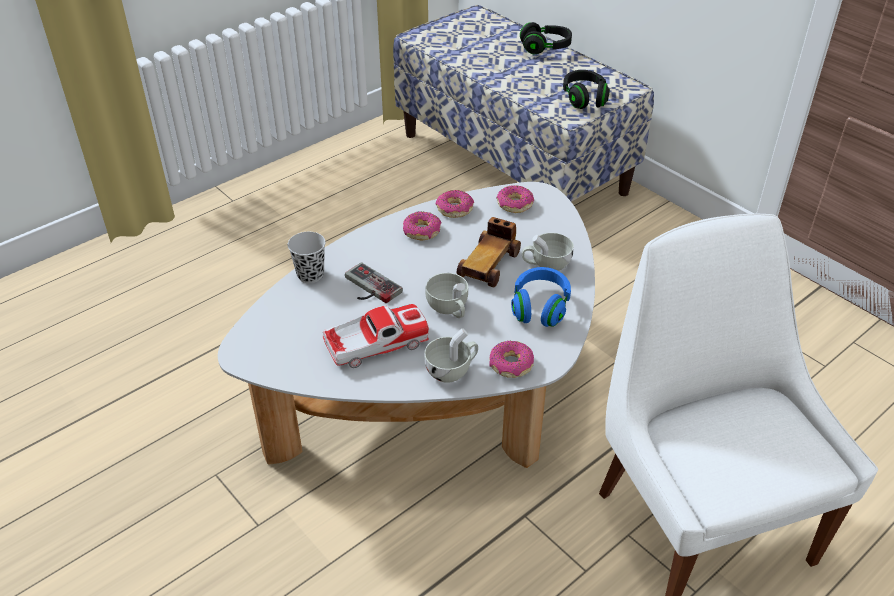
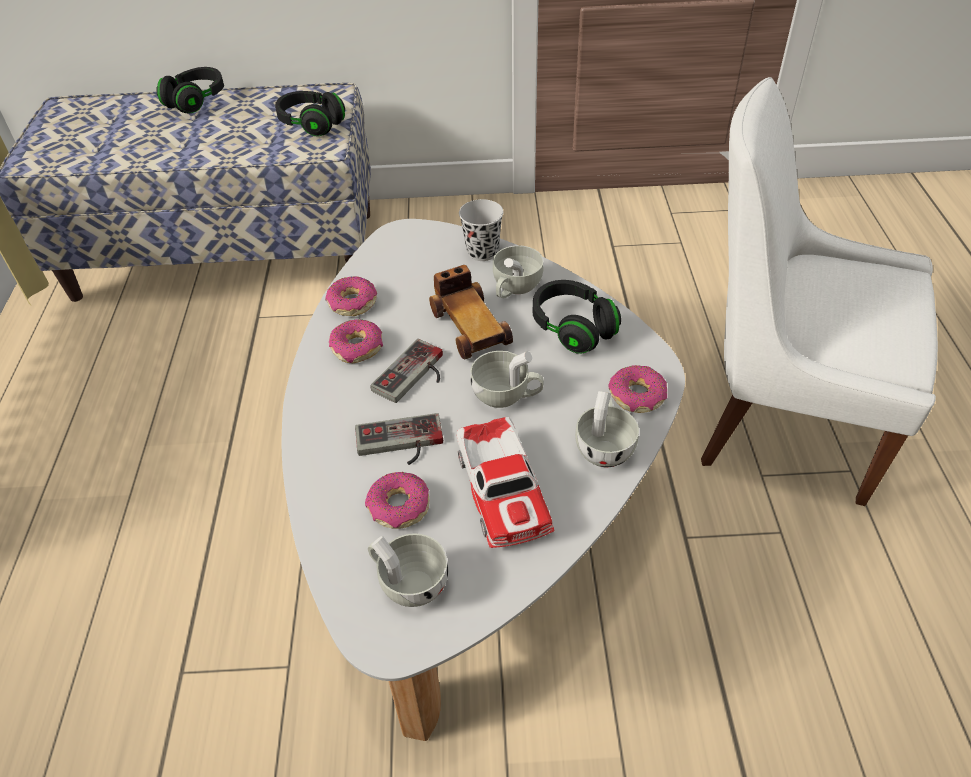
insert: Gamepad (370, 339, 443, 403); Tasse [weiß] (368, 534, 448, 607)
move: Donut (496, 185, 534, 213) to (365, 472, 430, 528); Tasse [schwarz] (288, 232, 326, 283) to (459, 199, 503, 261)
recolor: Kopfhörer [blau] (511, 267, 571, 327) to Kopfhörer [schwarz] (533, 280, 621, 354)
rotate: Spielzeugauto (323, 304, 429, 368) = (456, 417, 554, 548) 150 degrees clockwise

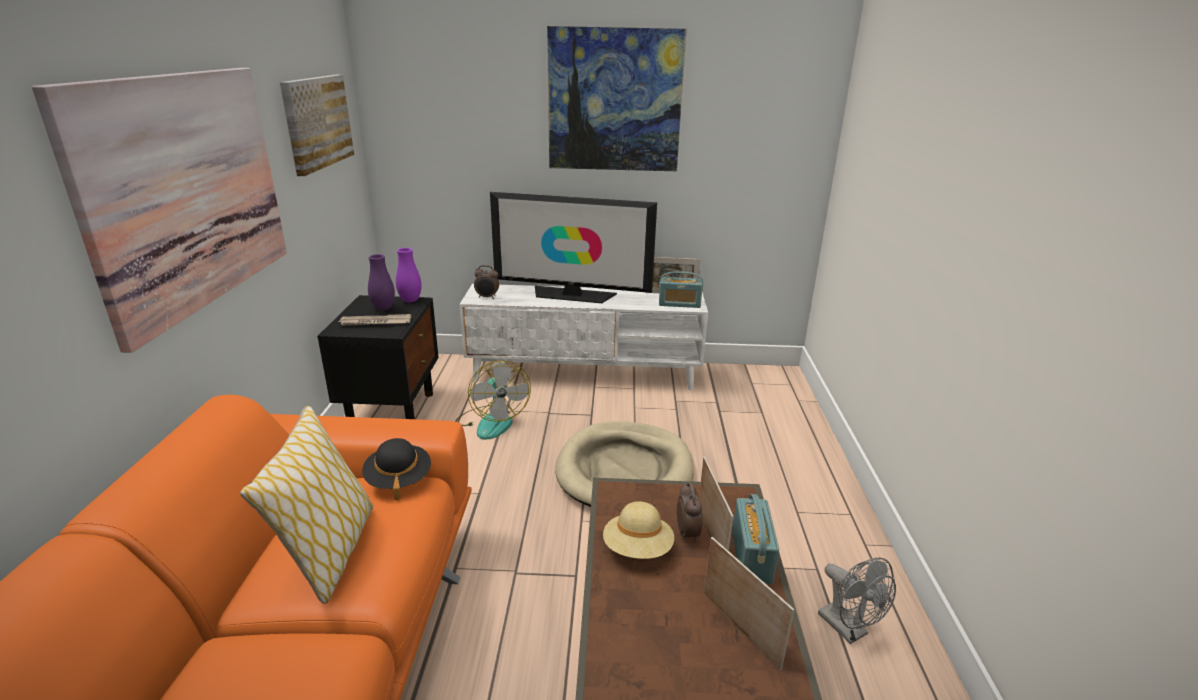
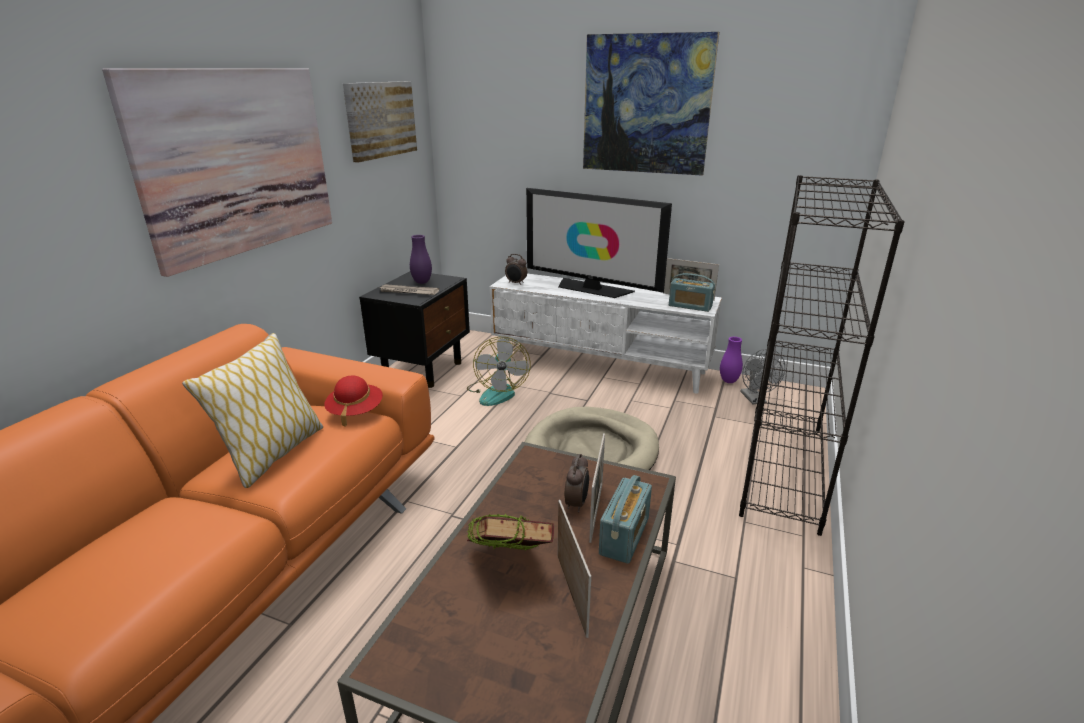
delete: Hut [beige] (603, 501, 674, 559)
insert: Bücherregal [schwarz] (739, 175, 905, 536); Buch (467, 514, 554, 551)
move: Vase [lila] (396, 248, 422, 303) to (720, 337, 743, 383); Ventilator [grau] (818, 558, 896, 644) to (741, 349, 785, 404)
recolor: Hut [schwarz] (362, 438, 431, 501) to Hut [rot] (324, 375, 383, 427)

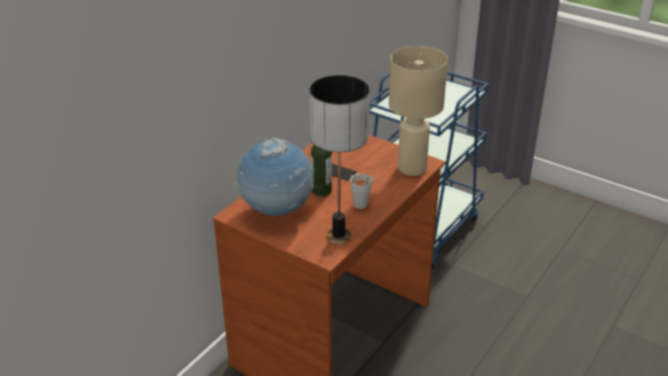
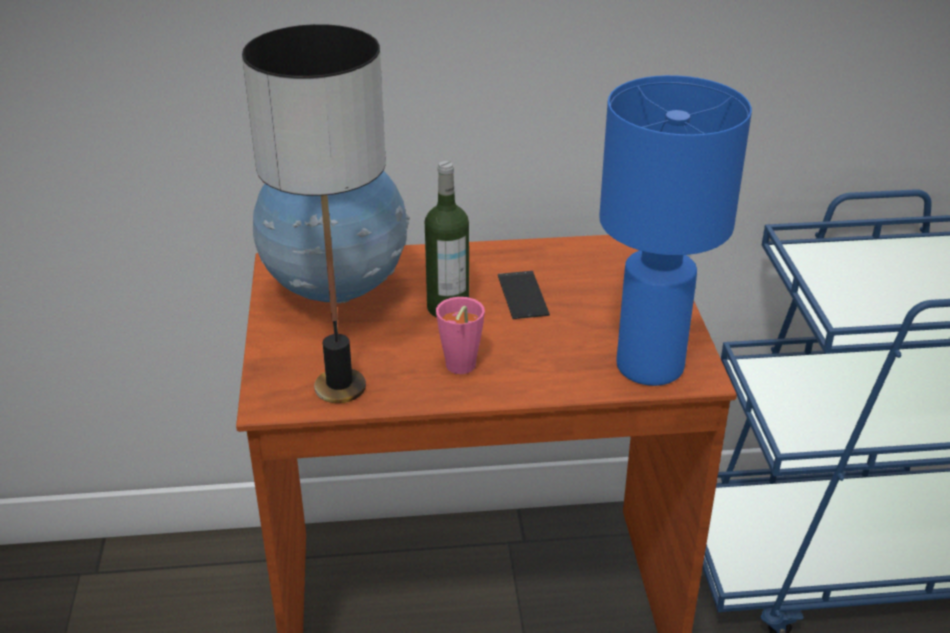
recolor: Tischlampe [beige] (389, 46, 448, 176) to Tischlampe [blau] (599, 75, 752, 386); Tasse [grau] (350, 174, 376, 209) to Tasse [rosa] (436, 297, 485, 374)

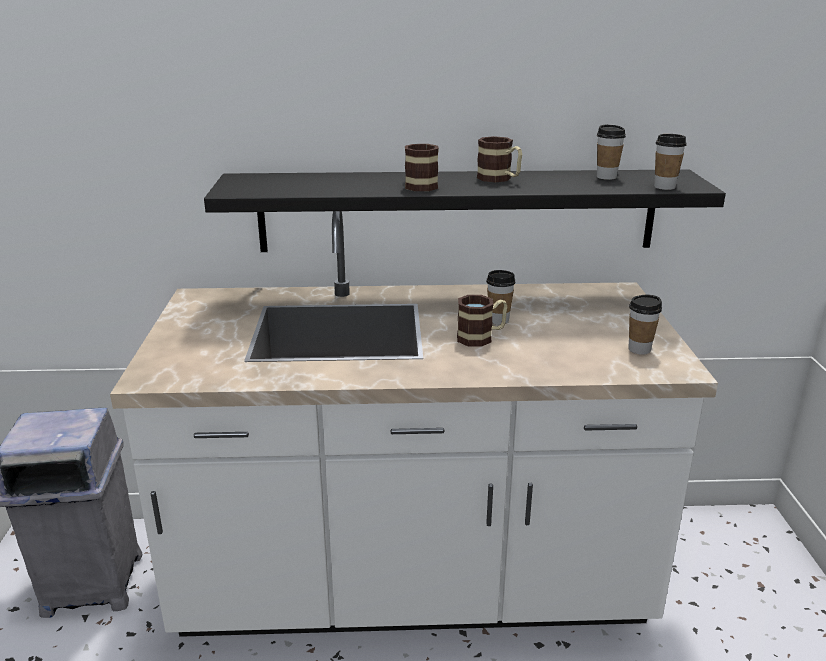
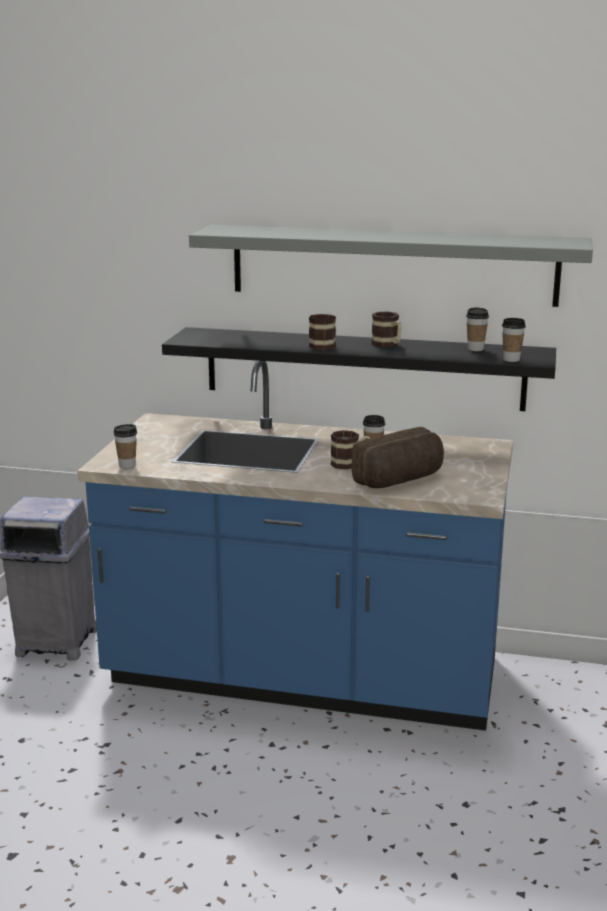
insert: Wandregal [grau] (189, 225, 593, 307); Brot (352, 427, 444, 488)
move: Tasse (628, 295, 662, 355) to (114, 424, 137, 469)
recolor: Küchenzeile [weiß] (110, 211, 718, 637) to Küchenzeile [blau] (77, 361, 513, 731)

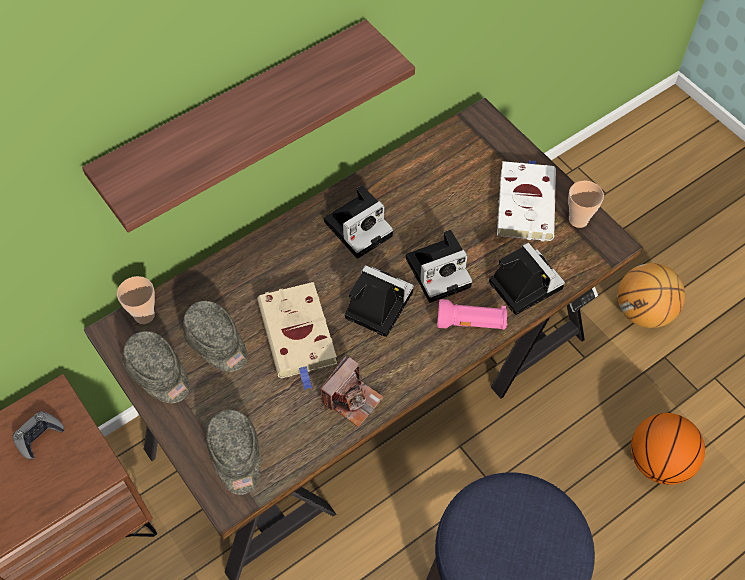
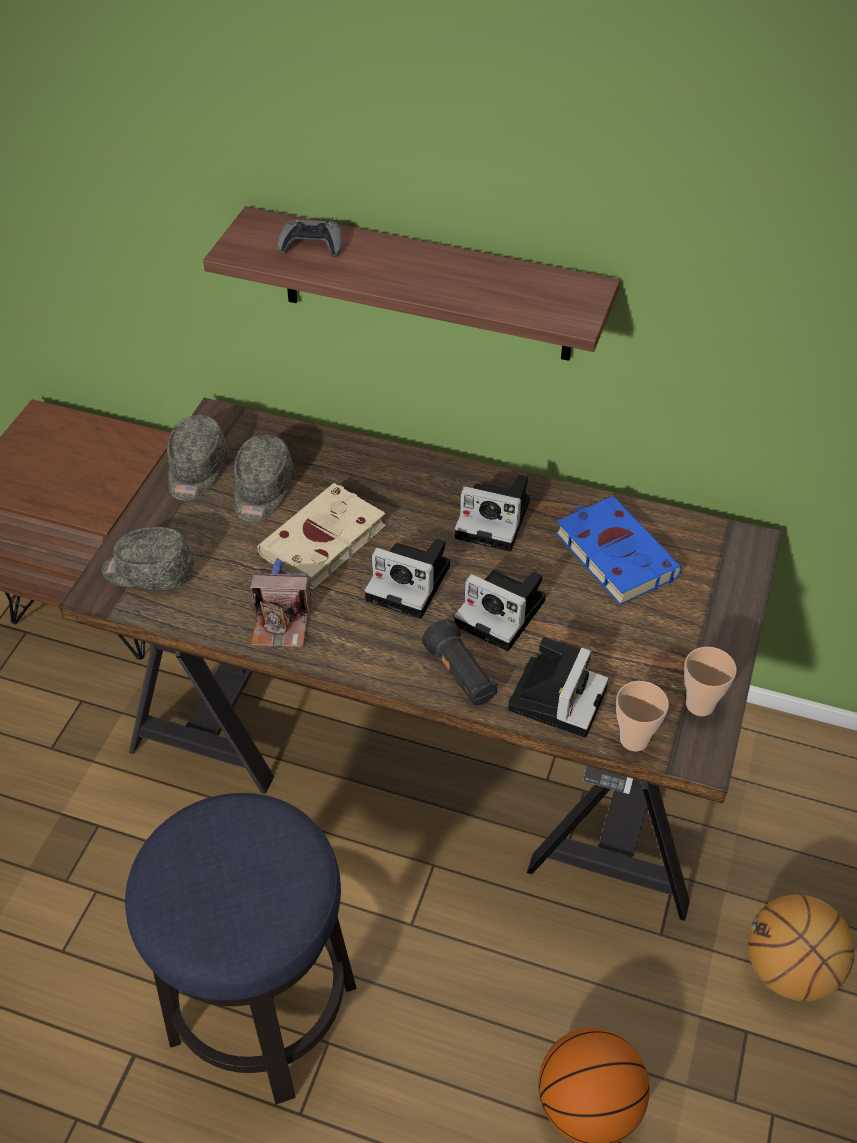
delete: Buch [weiß] (497, 160, 556, 241)
insert: Buch [blau] (555, 496, 682, 605)
move: Tasse (117, 276, 155, 324) to (616, 681, 669, 752); Gamepad [grau] (13, 411, 64, 460) to (278, 219, 342, 256)
recolor: Taschenlampe [rosa] (437, 299, 507, 330) to Taschenlampe [schwarz] (422, 619, 497, 706)
rotate: Kamera (345, 265, 414, 337) = (365, 538, 450, 619) 120 degrees clockwise; Kappe [grau] (206, 410, 261, 495) = (102, 527, 194, 590) 60 degrees clockwise

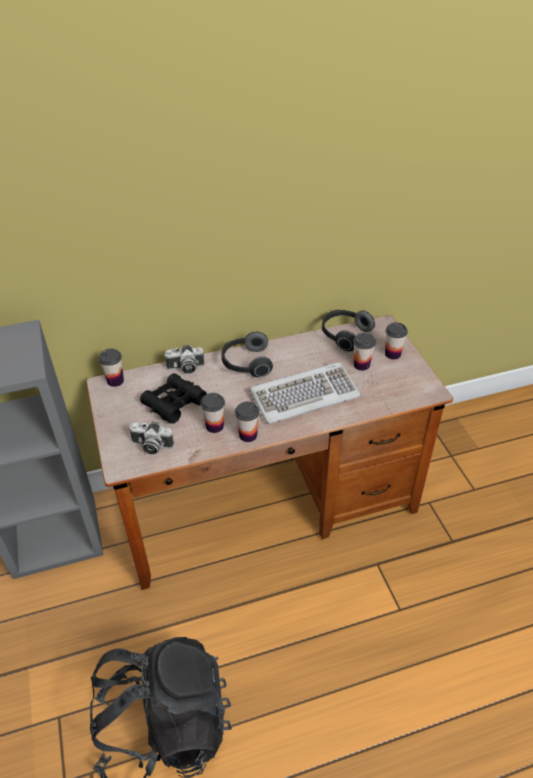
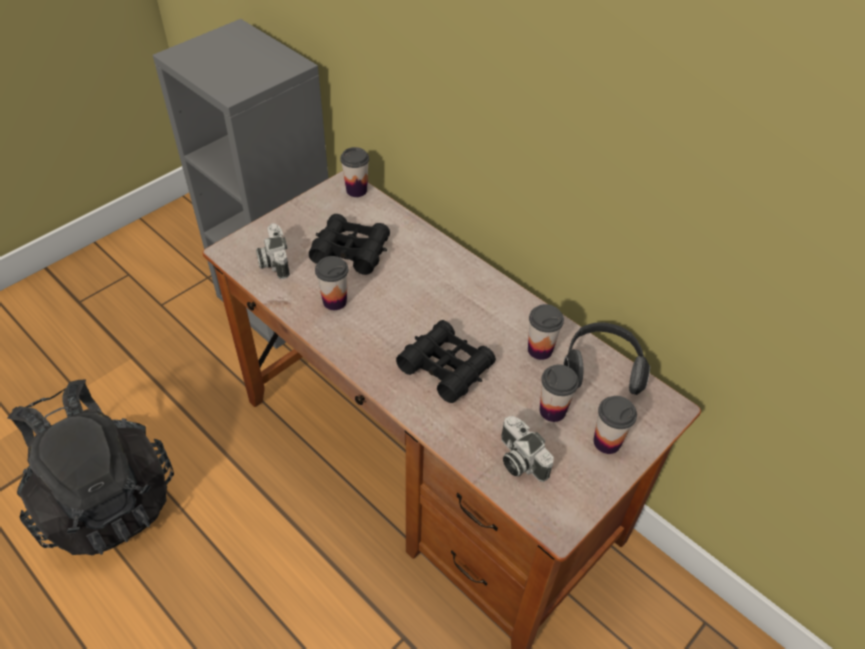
delete: Kopfhörer (221, 332, 273, 377)
move: Kamera (164, 345, 204, 374) to (501, 416, 554, 482); Tasse (235, 402, 260, 442) to (528, 304, 564, 360)
replace: Tastatur (250, 362, 361, 424) to Fernglas [schwarz] (396, 320, 496, 403)

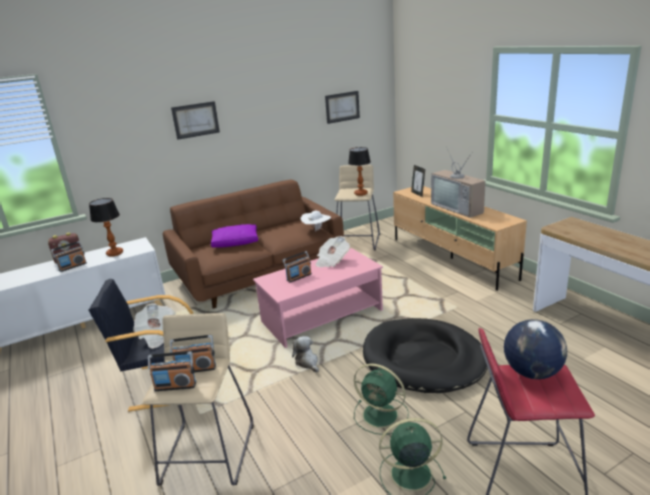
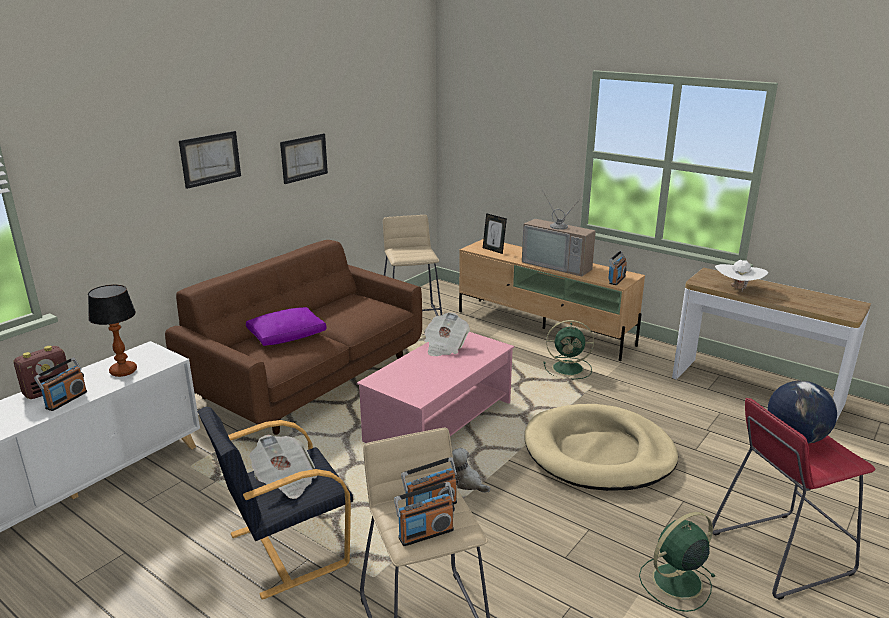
delete: Tischlampe (348, 147, 371, 196)
move: Bild (325, 91, 360, 124) to (280, 133, 328, 184); Hut [weiß] (300, 211, 331, 232) to (715, 260, 768, 291); Radio (283, 251, 312, 283) to (608, 251, 627, 285); Ventilator [grün] (354, 363, 409, 435) to (543, 320, 594, 379)
recolor: Hundebett [schwarz] (363, 318, 488, 393) to Hundebett [beige] (524, 404, 678, 491)

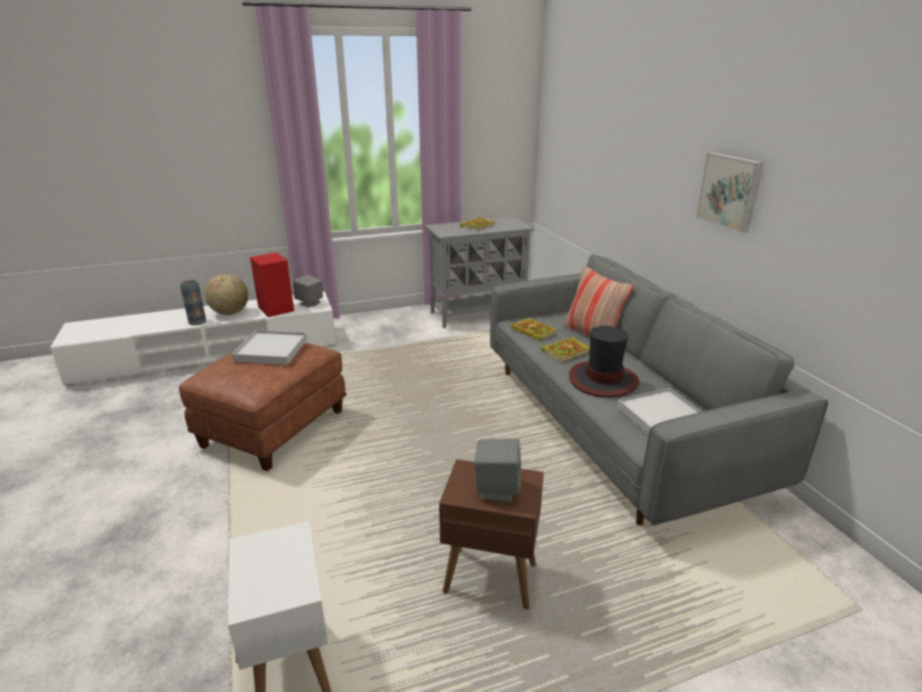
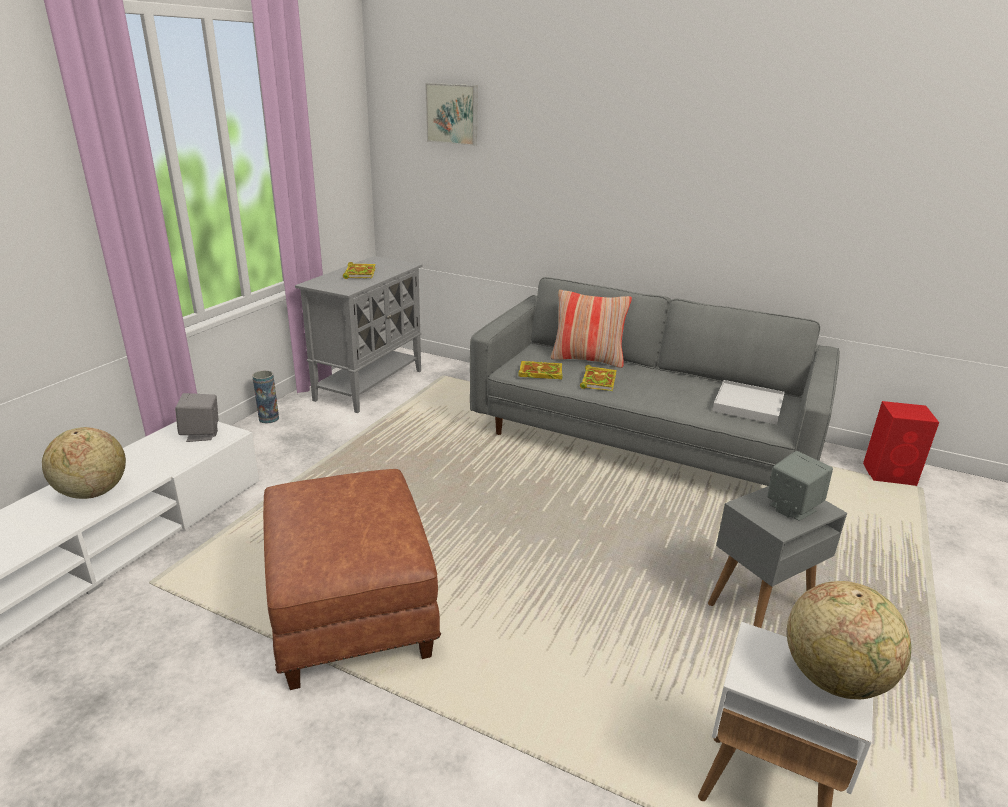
delete: Hut (569, 326, 639, 398); Tablett [weiß] (232, 330, 307, 365)
insert: Globus (787, 581, 911, 699)
move: Bild (696, 153, 764, 233) to (425, 83, 478, 146); Lautsprecher [rot] (250, 252, 294, 317) to (863, 401, 939, 486); Vase (180, 280, 206, 325) to (252, 370, 279, 423)
recolor: Beistelltisch [braun] (439, 459, 544, 609) to Beistelltisch [grau] (708, 486, 847, 628)

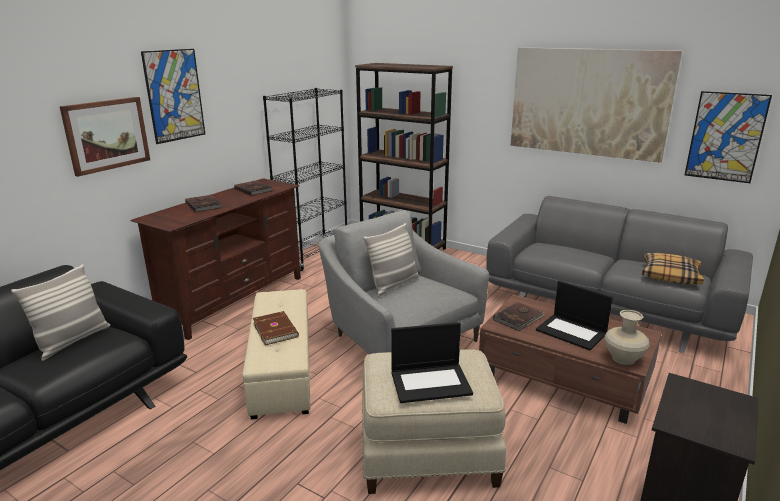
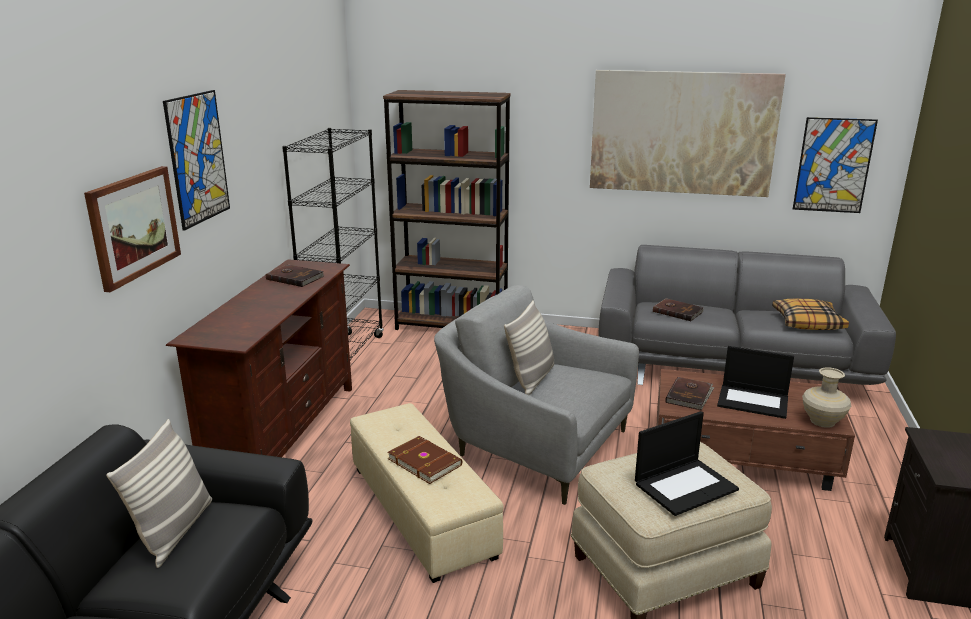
move: Buch [braun] (185, 195, 222, 213) to (653, 298, 704, 321)

